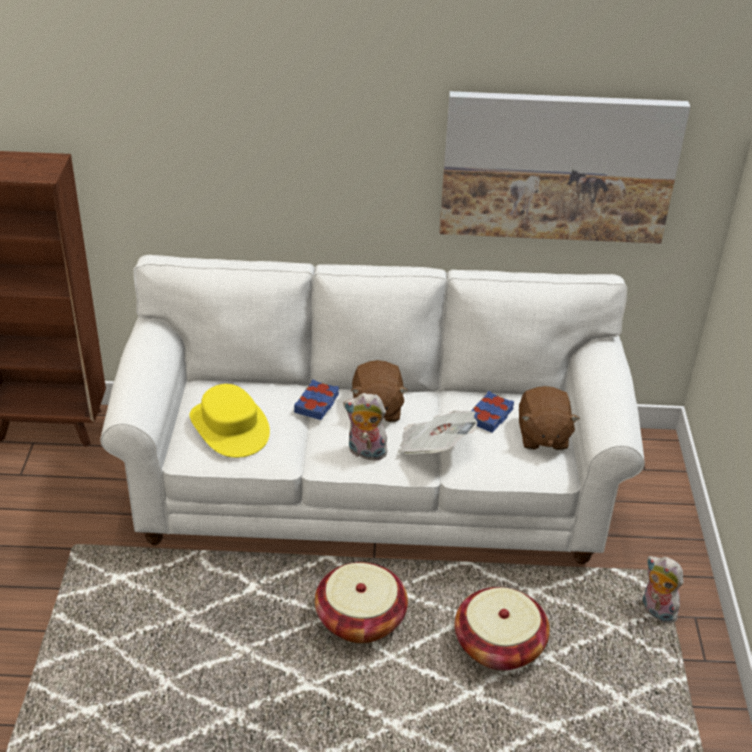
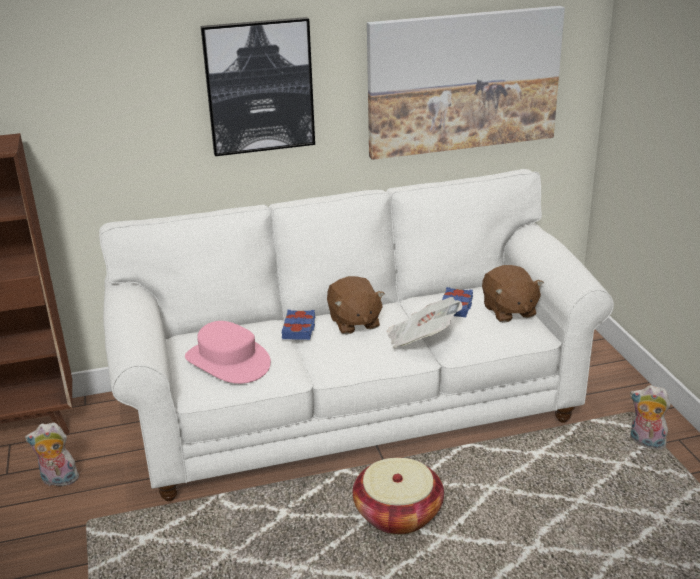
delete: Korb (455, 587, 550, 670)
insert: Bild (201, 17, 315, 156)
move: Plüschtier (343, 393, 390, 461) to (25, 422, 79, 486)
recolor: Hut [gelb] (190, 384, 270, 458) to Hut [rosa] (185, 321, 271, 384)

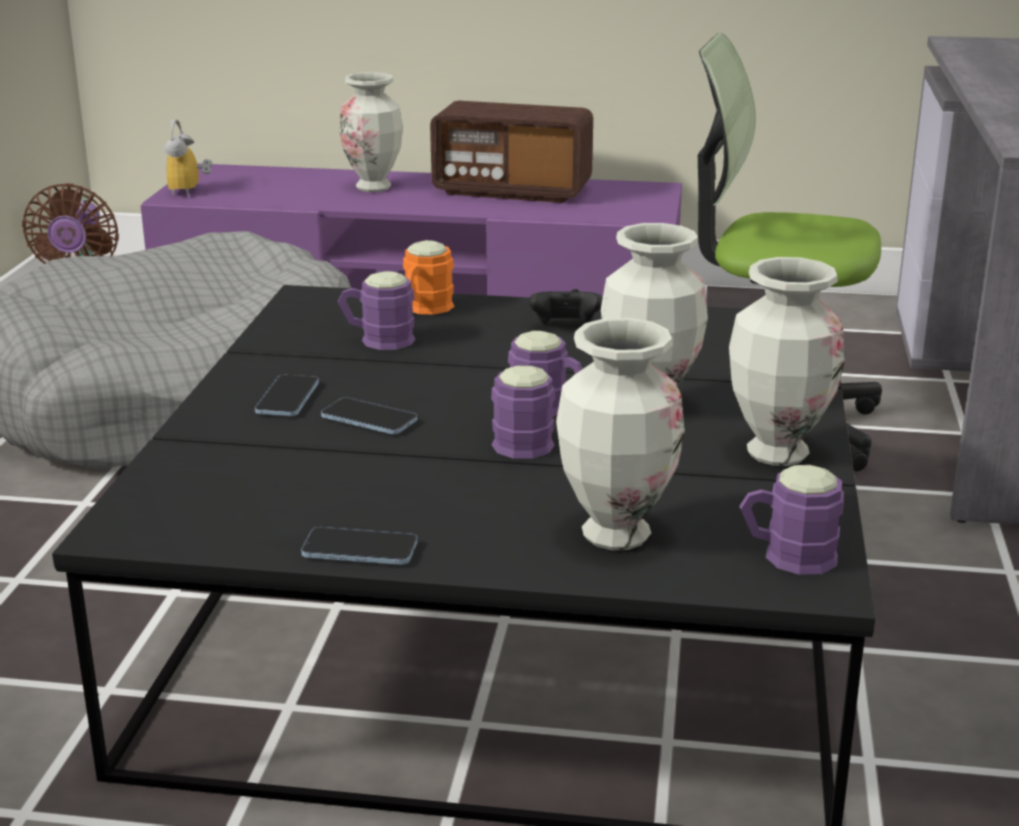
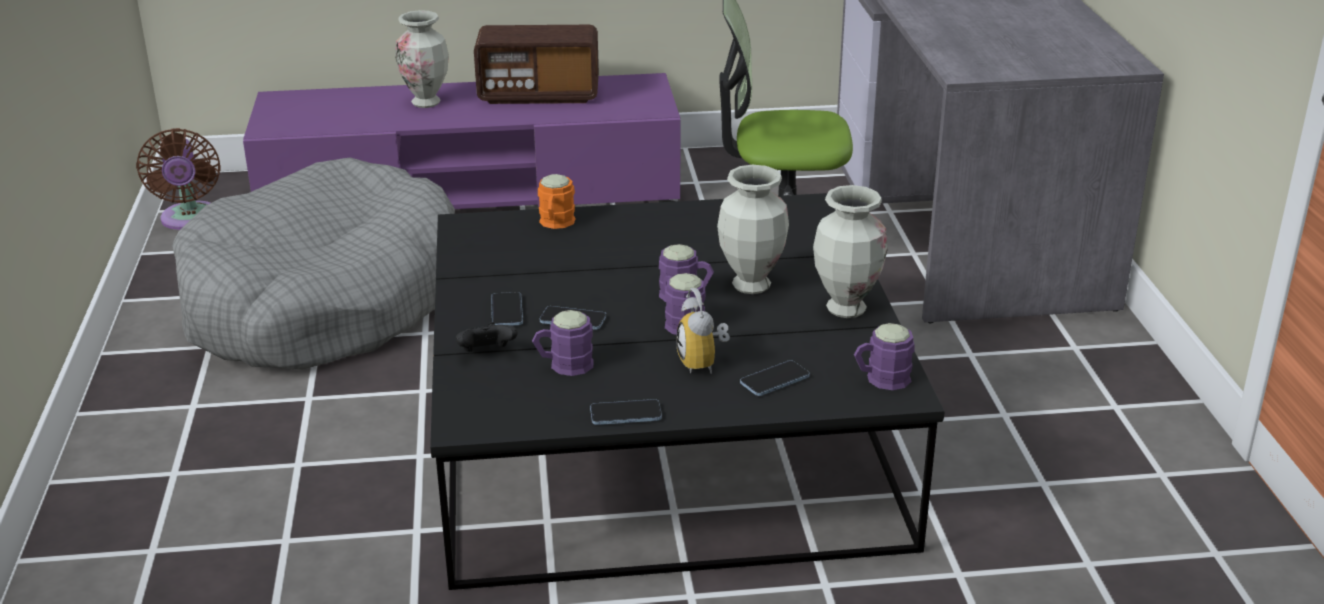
move: Wecker (164, 119, 212, 197) to (676, 288, 730, 374); Henkelbecher [lila] (338, 271, 416, 350) to (532, 310, 594, 376); Gamepad [schwarz] (529, 289, 603, 324) to (456, 322, 518, 352)
replace: Vase (556, 318, 685, 550) to Handy (740, 360, 810, 396)

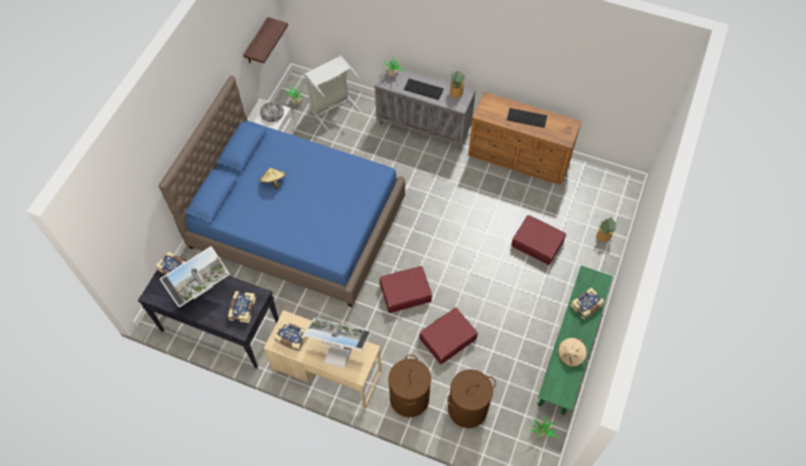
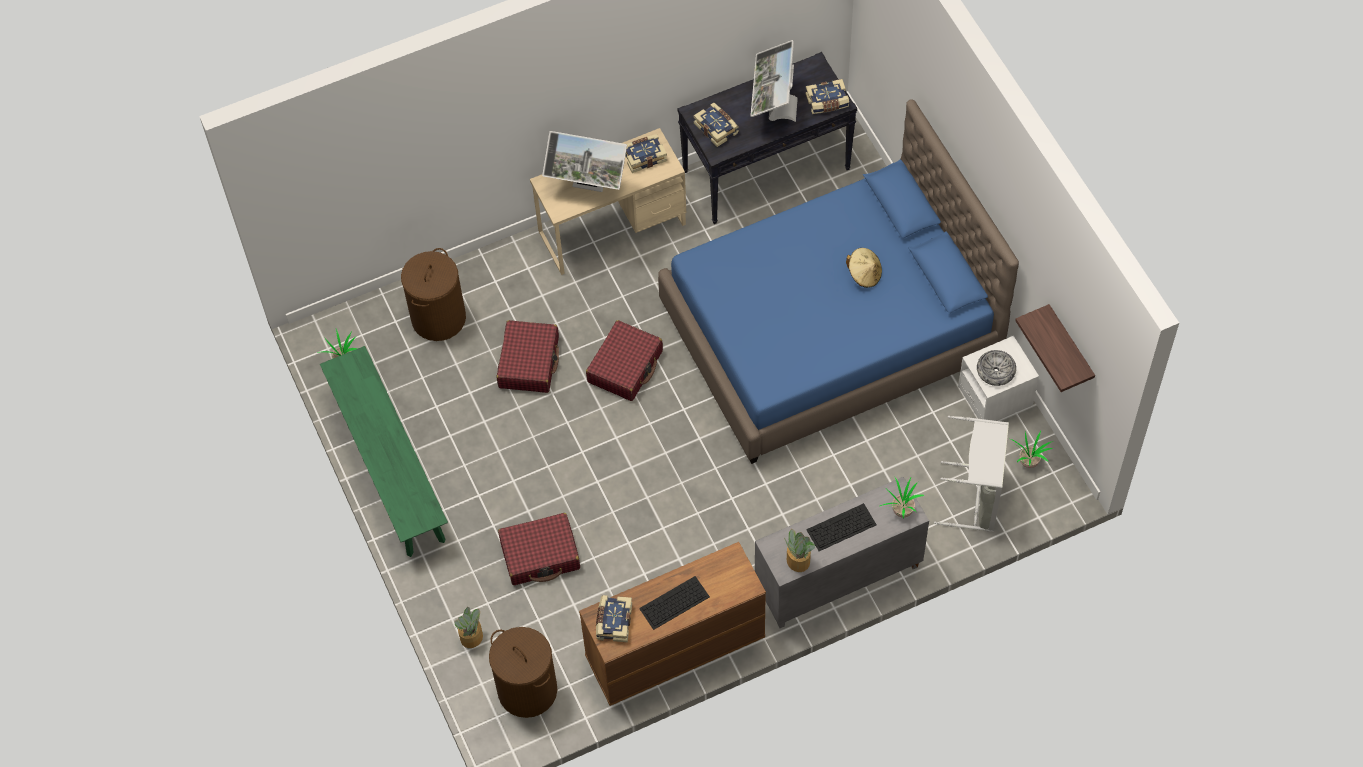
delete: Hut [beige] (558, 338, 587, 367)
move: Buch (570, 287, 605, 319) to (596, 595, 632, 643); Wäschekorb [braun] (388, 355, 431, 417) to (489, 627, 557, 718)
rotate: Monitor (303, 318, 371, 368) = (542, 131, 627, 192) 45 degrees clockwise

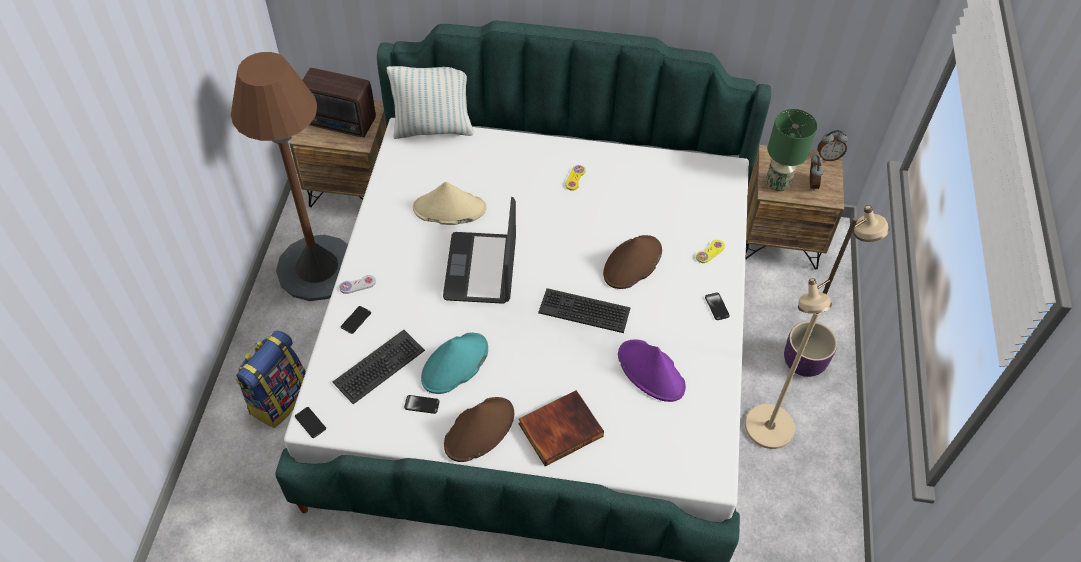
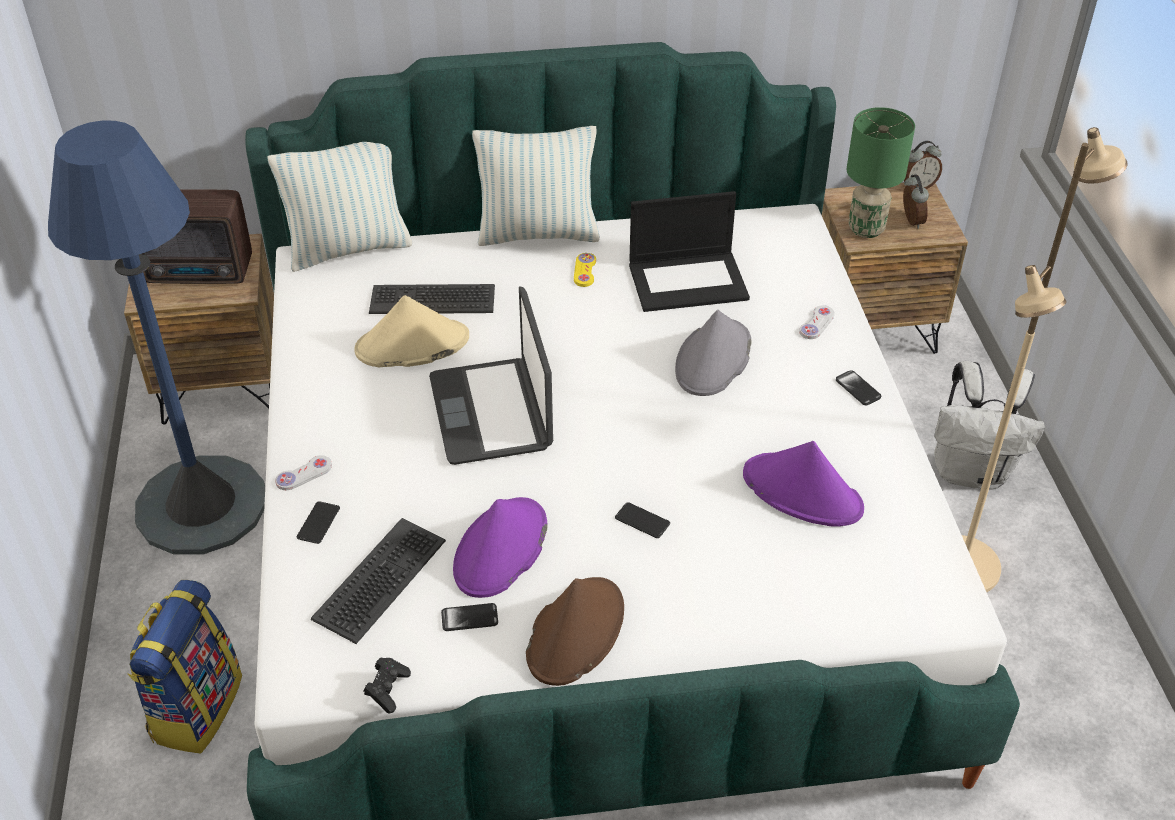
delete: Buch (518, 390, 604, 466)
insert: Kissen (472, 126, 600, 246); Laptop (629, 191, 750, 312); Gamepad [schwarz] (364, 658, 411, 713)
move: Tastatur (538, 288, 630, 333) to (369, 284, 495, 314); Handy (295, 407, 326, 438) to (615, 502, 670, 538)
replace: Pflanzkübel [lila] (784, 321, 837, 377) to Rucksack [weiß] (934, 361, 1045, 490)
recolor: Stehlampe [braun] (231, 52, 348, 301) to Stehlampe [blau] (48, 121, 265, 554); Hut [braun] (603, 235, 662, 289) to Hut [grau] (675, 310, 751, 396); Gamepad [gelb] (696, 240, 725, 263) to Gamepad [weiß] (799, 305, 835, 339); Hut [türkis] (421, 333, 488, 394) to Hut [lila] (453, 497, 548, 598)

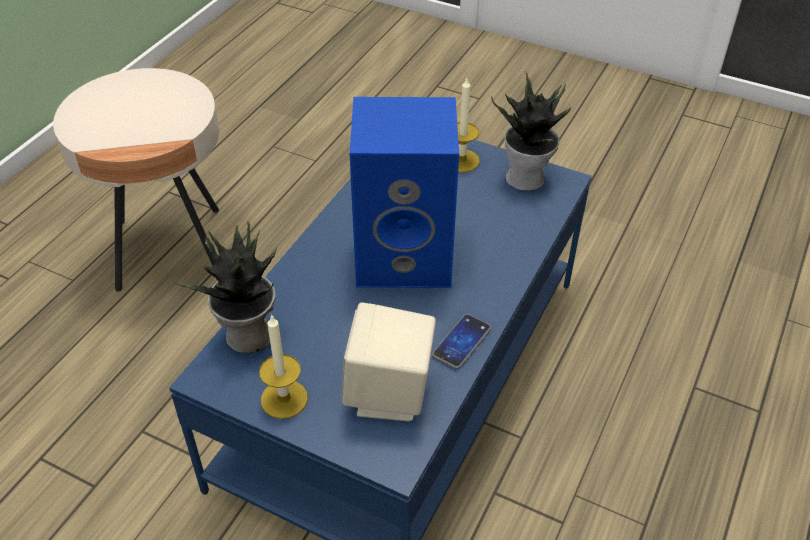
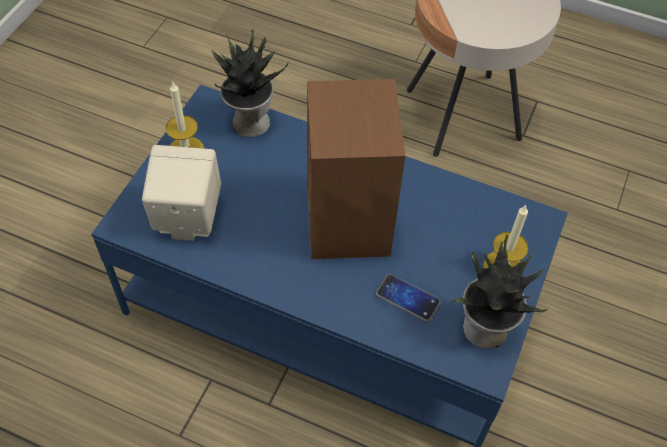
move: Handy (432, 314, 491, 369) to (376, 274, 441, 322)
recolor: Lautsprecher [blau] (350, 97, 459, 288) to Lautsprecher [braun] (307, 79, 405, 259)

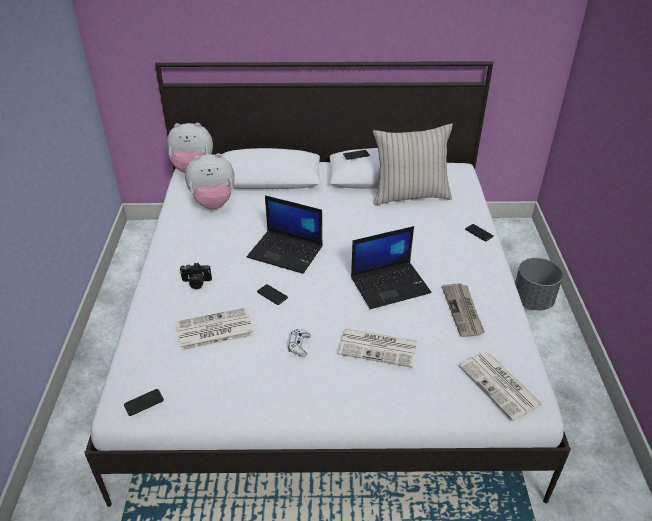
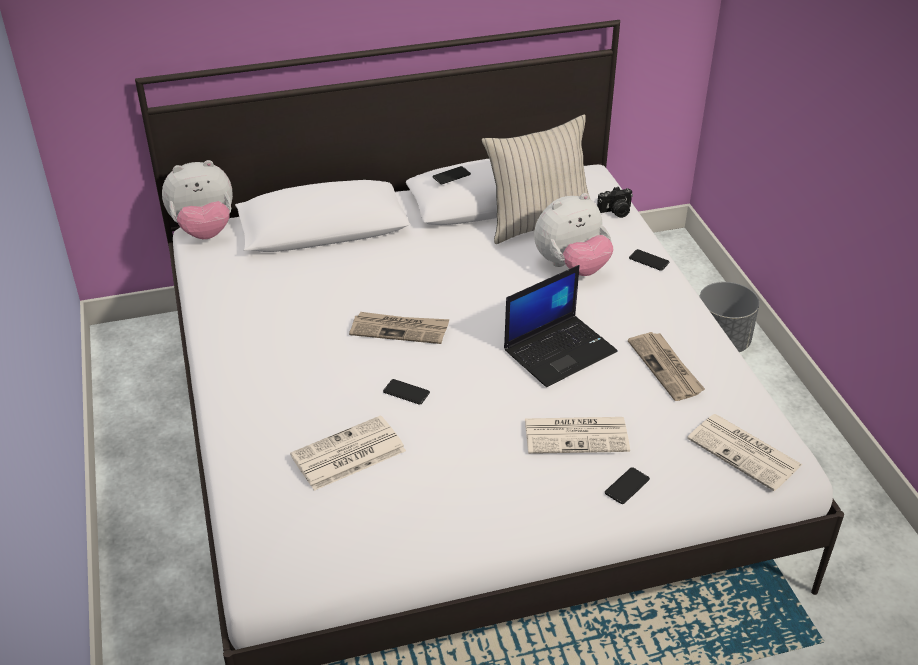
delete: Gamepad [weiß] (288, 329, 311, 357)
move: Plüschtier (185, 153, 235, 209) to (534, 193, 613, 276); Kamera (180, 263, 212, 289) to (597, 187, 633, 218); Handy (124, 389, 164, 416) to (605, 467, 650, 504)
replace: Laptop (247, 195, 322, 274) to Zeitung (349, 312, 449, 344)

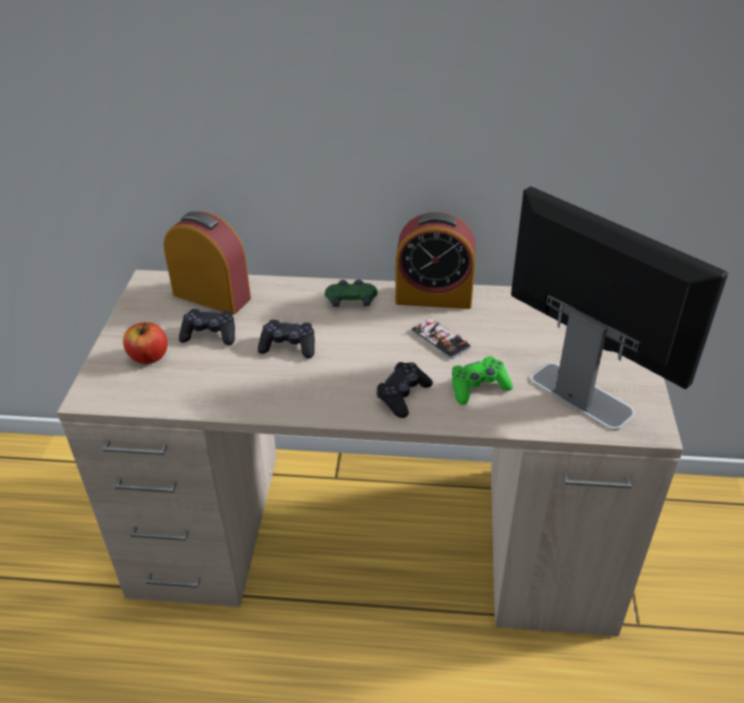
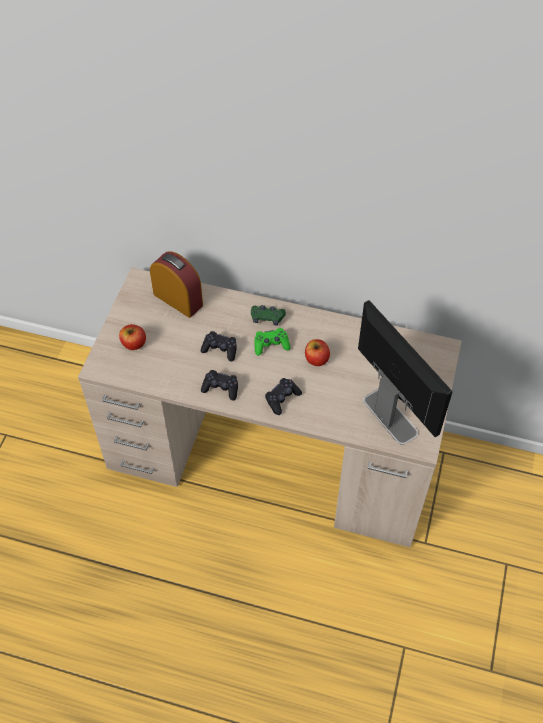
delete: Wecker (395, 212, 476, 309)
move: Gamepad [schwarz] (179, 309, 235, 345) to (201, 370, 238, 400); Gamepad [grün] (452, 356, 513, 405) to (254, 328, 290, 356)
replace: Handy (411, 318, 471, 359) to Apfel (305, 339, 330, 366)

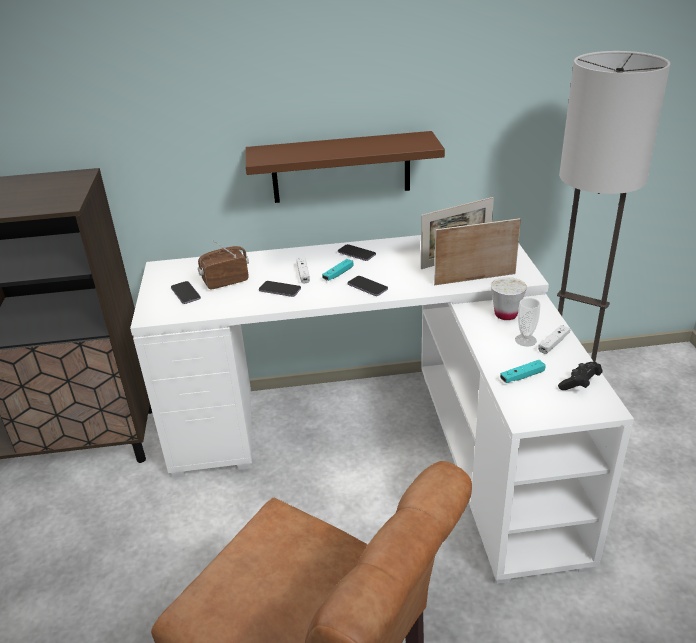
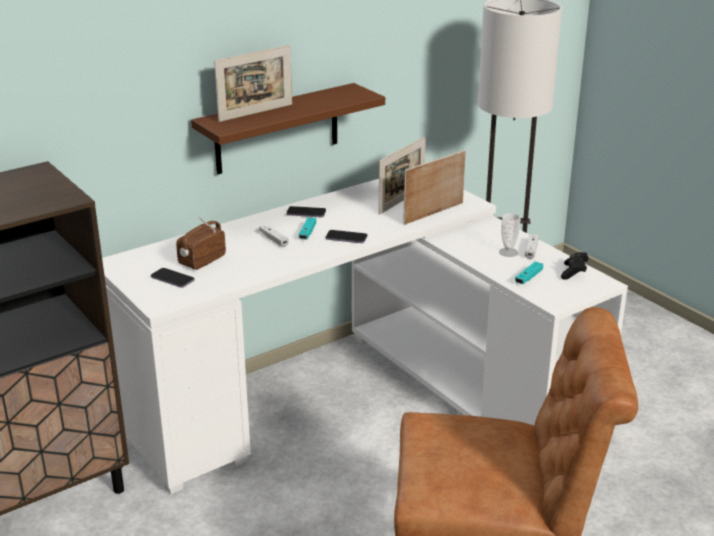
delete: Tasse [weiß] (491, 277, 527, 320); Handy (259, 281, 301, 297)
insert: Bilderrahmen (214, 45, 292, 122)

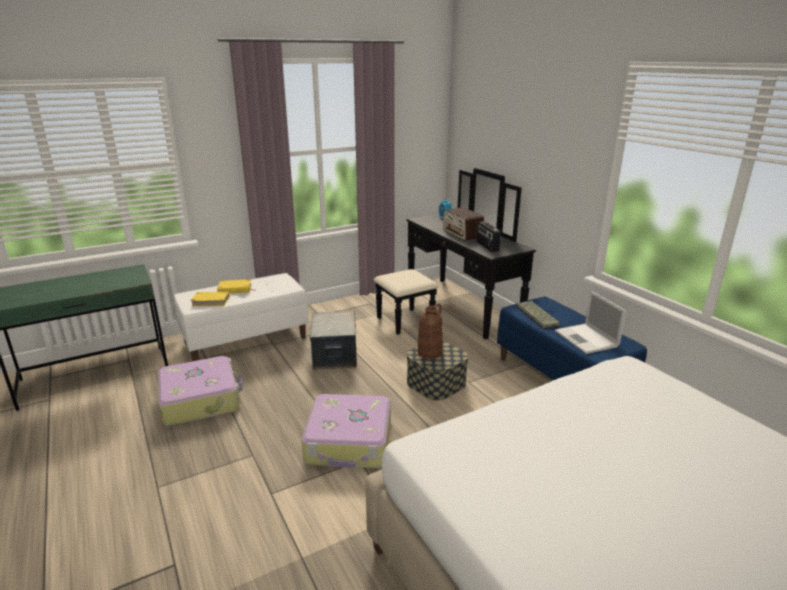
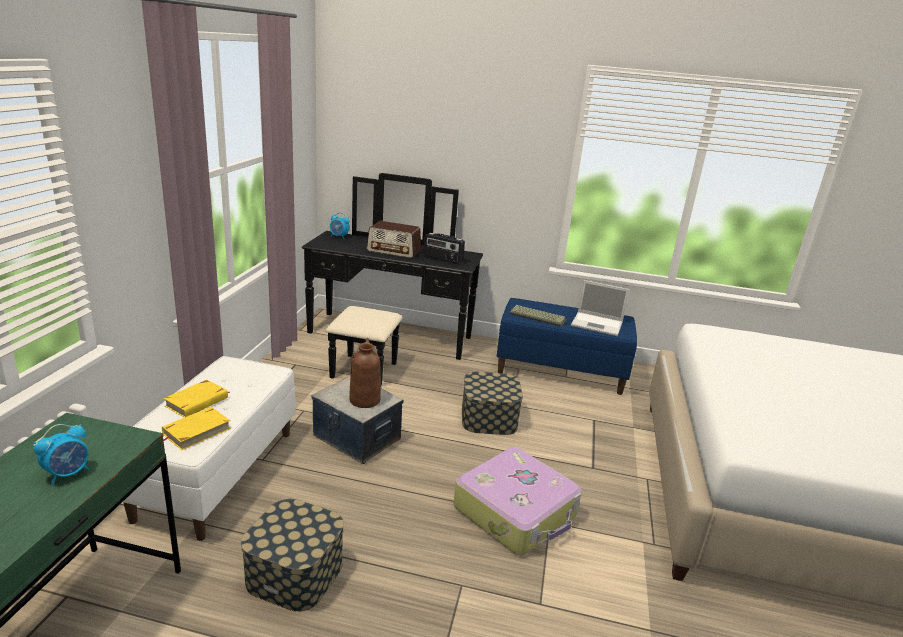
insert: Wecker (33, 424, 89, 485)
move: Vase [braun] (417, 303, 443, 359) to (349, 338, 381, 408)
replace: Koffer (158, 356, 242, 426) to Aufbewahrungsbox (241, 499, 344, 612)

